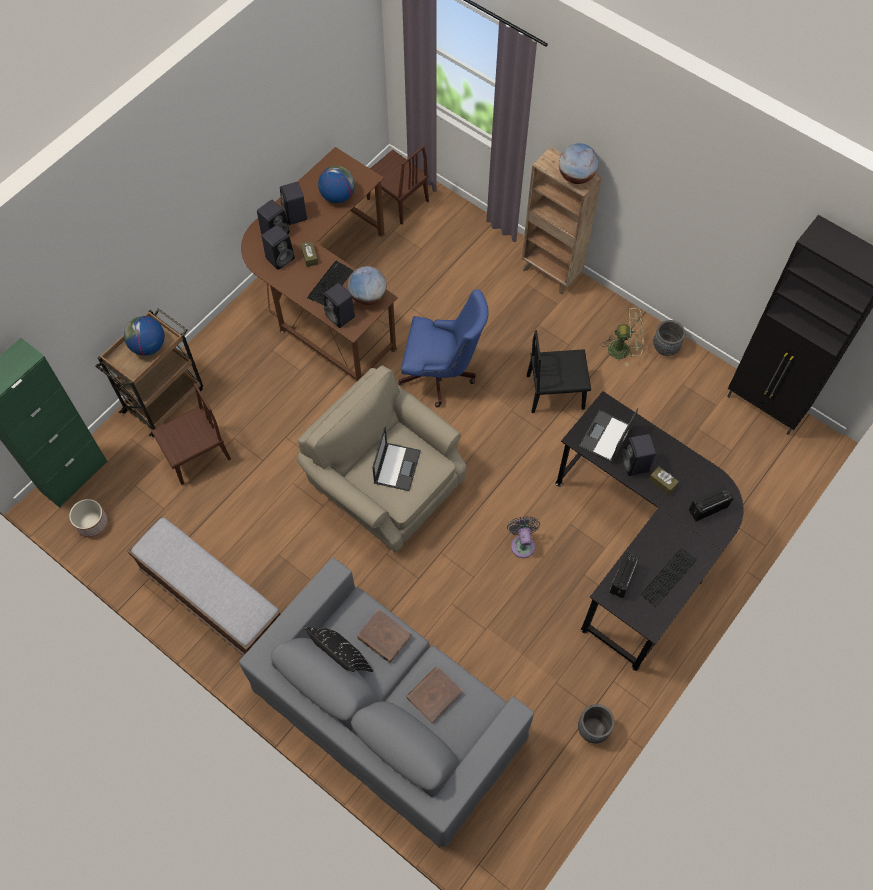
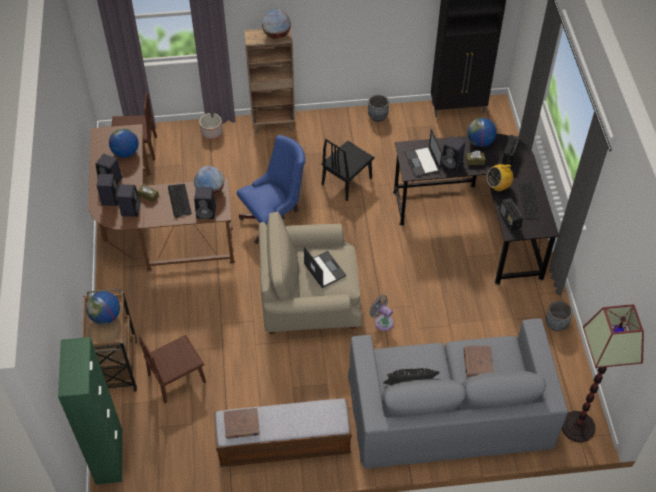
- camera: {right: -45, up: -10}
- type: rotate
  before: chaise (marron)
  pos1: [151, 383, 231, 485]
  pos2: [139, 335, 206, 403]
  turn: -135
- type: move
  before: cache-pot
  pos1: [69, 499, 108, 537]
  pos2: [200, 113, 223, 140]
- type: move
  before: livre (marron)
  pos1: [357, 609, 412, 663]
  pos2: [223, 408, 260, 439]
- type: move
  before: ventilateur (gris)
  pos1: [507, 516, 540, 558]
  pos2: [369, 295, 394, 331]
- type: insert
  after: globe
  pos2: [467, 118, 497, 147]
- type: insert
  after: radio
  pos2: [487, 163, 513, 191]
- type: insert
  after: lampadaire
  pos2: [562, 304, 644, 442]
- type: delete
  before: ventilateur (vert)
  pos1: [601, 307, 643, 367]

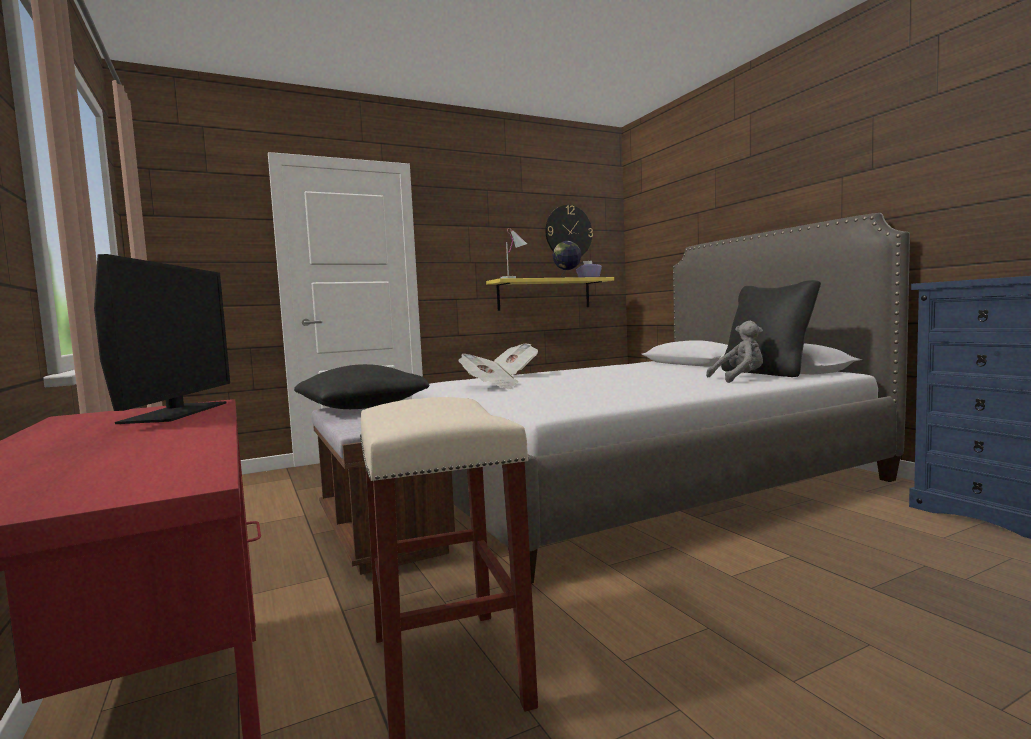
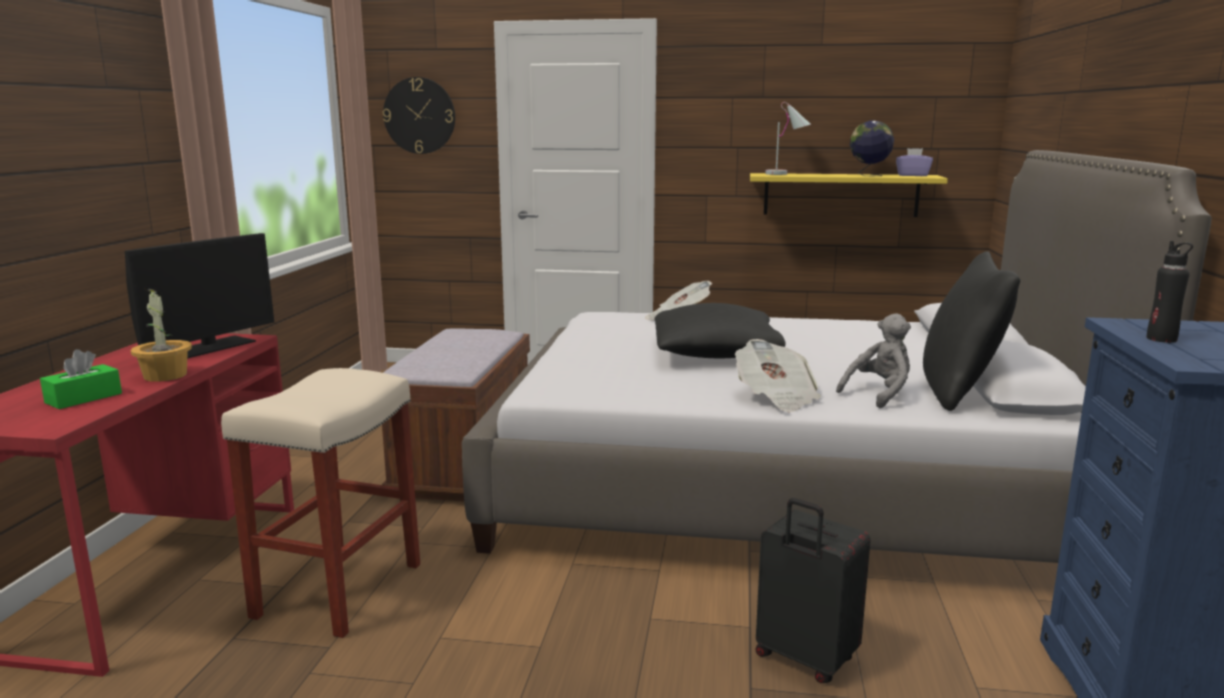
- camera: {right: 35, up: 10}
- type: insert
  after: boîte à mouchoirs (vert)
  pos2: [40, 349, 122, 409]
- type: insert
  after: plante en pot
  pos2: [131, 288, 192, 382]
- type: move
  before: horloge murale
  pos1: [546, 205, 593, 256]
  pos2: [383, 77, 455, 154]
- type: move
  before: coussin (noir)
  pos1: [294, 364, 429, 409]
  pos2: [655, 303, 786, 358]
- type: move
  before: journal
  pos1: [459, 354, 518, 389]
  pos2: [735, 339, 821, 412]
- type: insert
  after: valise (noir)
  pos2: [755, 498, 871, 683]
- type: rotate
  before: peluche (gris)
  pos1: [706, 321, 763, 383]
  pos2: [836, 313, 911, 408]
  turn: -60
- type: insert
  after: bouteille (noir)
  pos2: [1146, 241, 1193, 343]

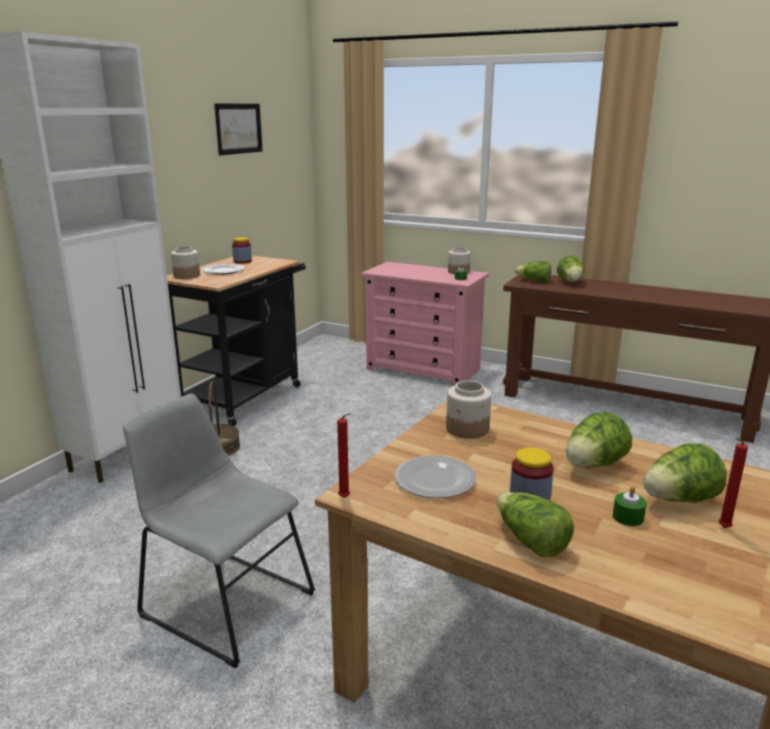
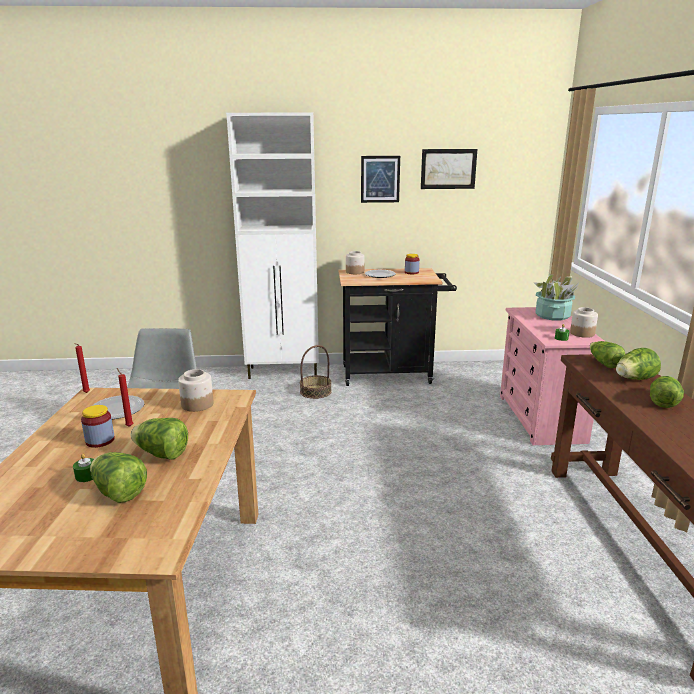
- camera: {right: 60, up: 0}
- type: move
  before: bougie (rouge)
  pos1: [718, 438, 748, 528]
  pos2: [117, 368, 133, 427]
- type: insert
  after: tableau
  pos2: [361, 156, 400, 203]
- type: insert
  after: plante en pot
  pos2: [534, 275, 579, 320]
- type: move
  before: laitue
  pos1: [497, 492, 574, 557]
  pos2: [650, 376, 684, 408]

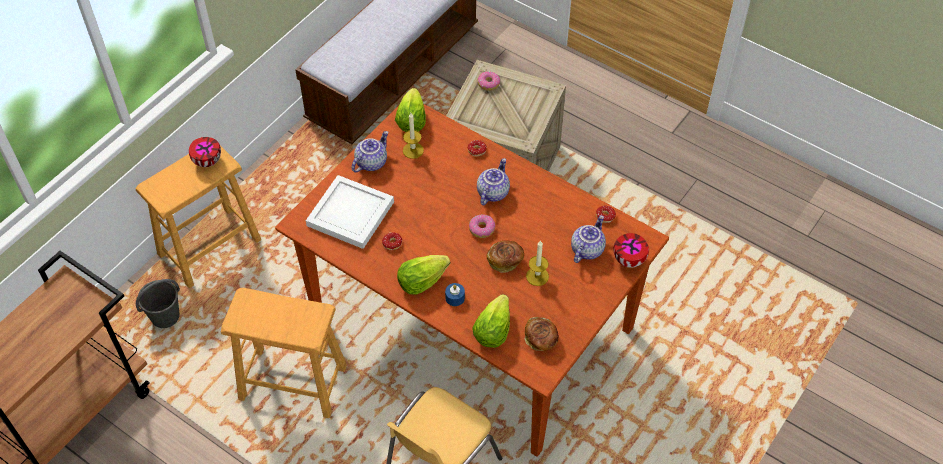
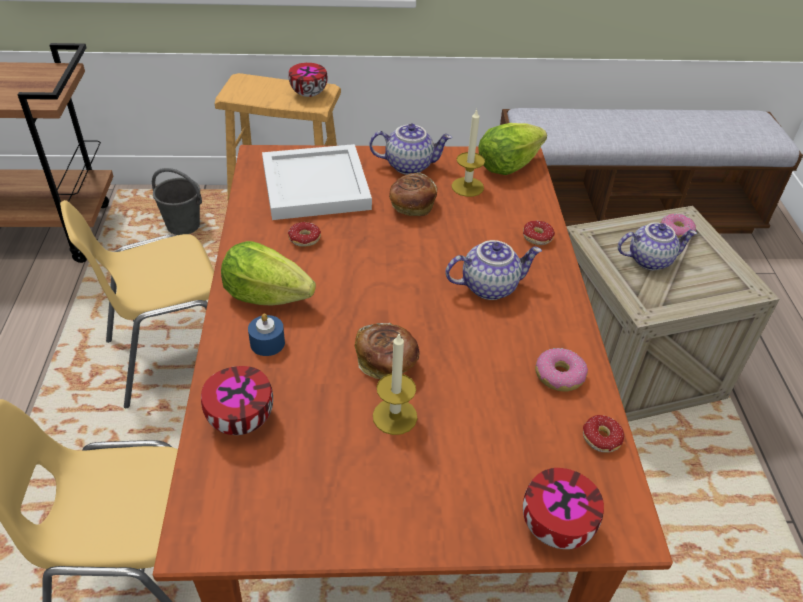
- camera: {right: 50, up: -10}
- type: replace
  before: tabouret (marron)
  after: chaise (jaune)
  pos1: [221, 288, 347, 418]
  pos2: [60, 200, 214, 408]
- type: replace
  before: laitue
  after: bol
  pos1: [472, 294, 510, 348]
  pos2: [201, 366, 273, 435]
- type: move
  before: pain
  pos1: [525, 317, 559, 351]
  pos2: [389, 173, 437, 216]
- type: move
  before: beignet
  pos1: [469, 215, 495, 238]
  pos2: [535, 348, 588, 392]
- type: move
  before: théière
  pos1: [571, 215, 606, 263]
  pos2: [618, 222, 697, 270]

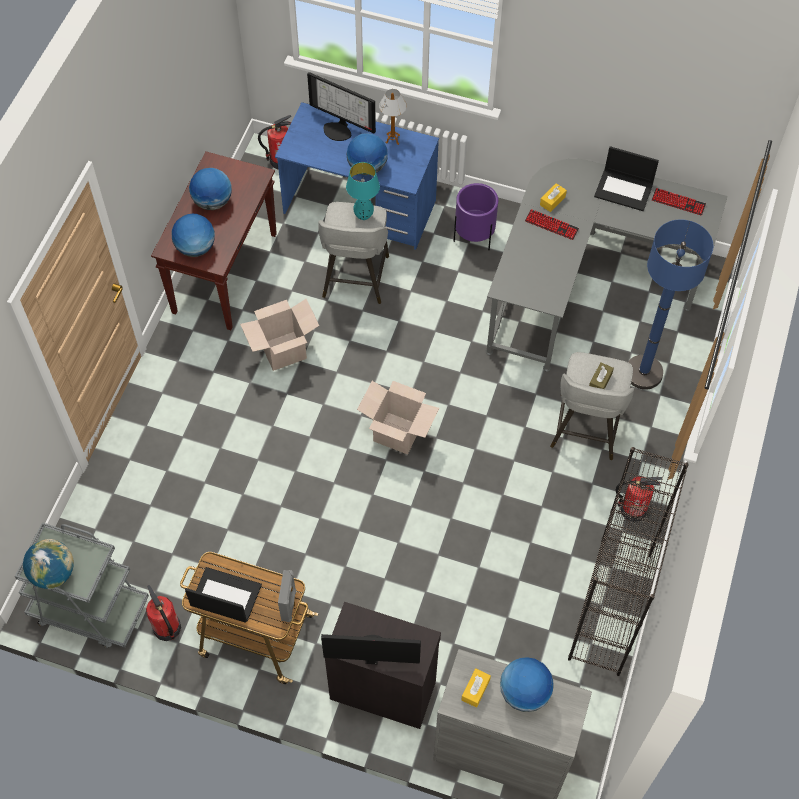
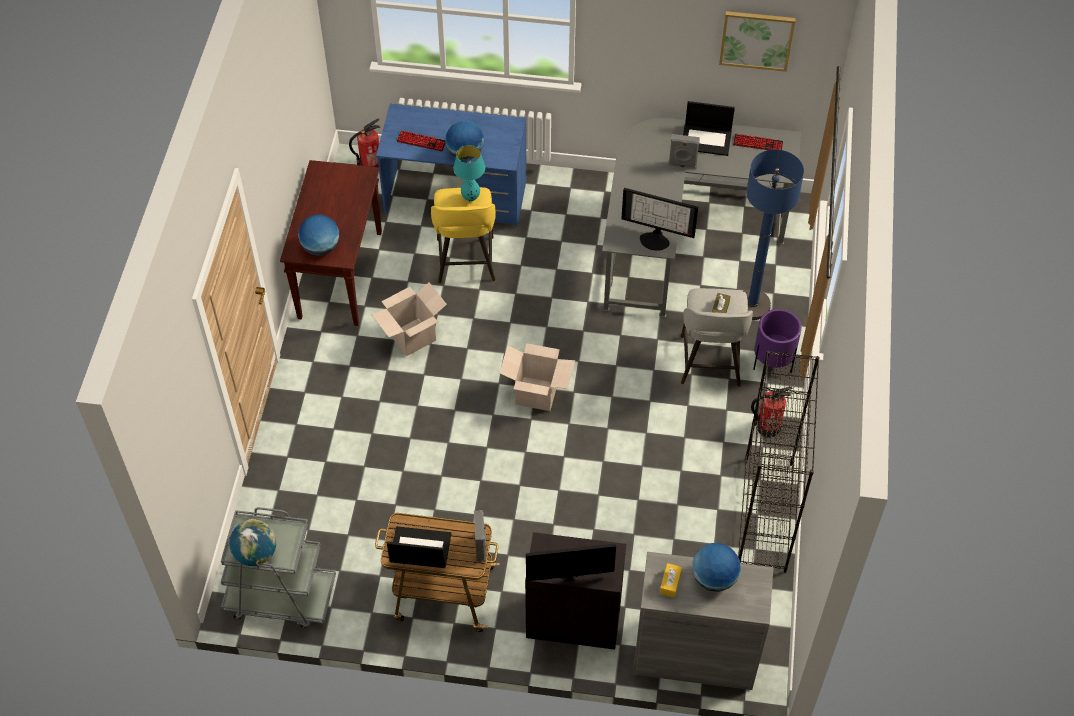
- camera: {right: -10, up: -5}
- type: move
  before: clavier
  pos1: [525, 209, 579, 240]
  pos2: [397, 130, 445, 152]
- type: recolor
  before: tabouret (gris)
  after: tabouret (jaune)
  pos1: [318, 202, 389, 304]
  pos2: [431, 187, 496, 283]
- type: move
  before: écran d'ordinateur
  pos1: [307, 72, 376, 141]
  pos2: [621, 188, 698, 251]
- type: insert
  after: enceinte (gris)
  pos2: [668, 134, 700, 169]
- type: insert
  after: tableau
  pos2: [719, 11, 796, 72]
- type: move
  before: cache-pot (violet)
  pos1: [454, 183, 498, 250]
  pos2: [753, 309, 802, 373]
- type: delete
  before: extincteur
  pos1: [146, 585, 181, 641]
- type: delete
  before: globe
  pos1: [189, 168, 232, 210]
- type: delete
  before: lampe de table
  pos1: [379, 89, 407, 145]
- type: delete
  before: boîte à mouchoirs (jaune)
  pos1: [540, 183, 567, 212]

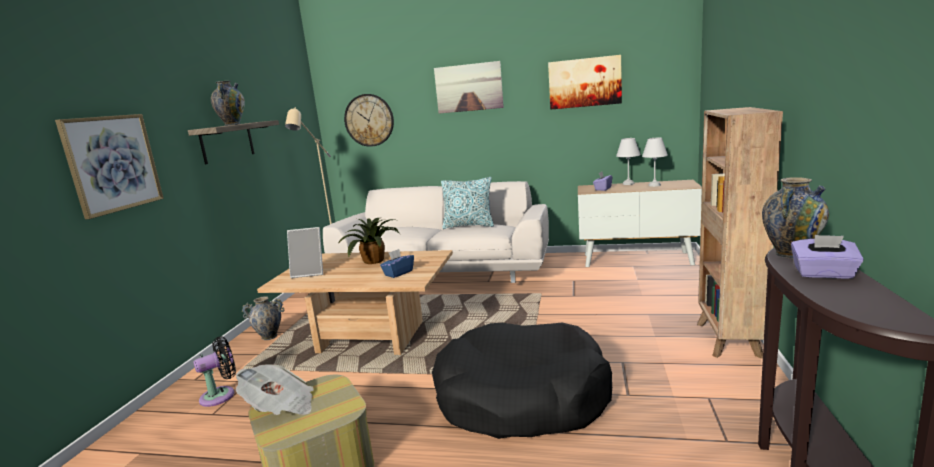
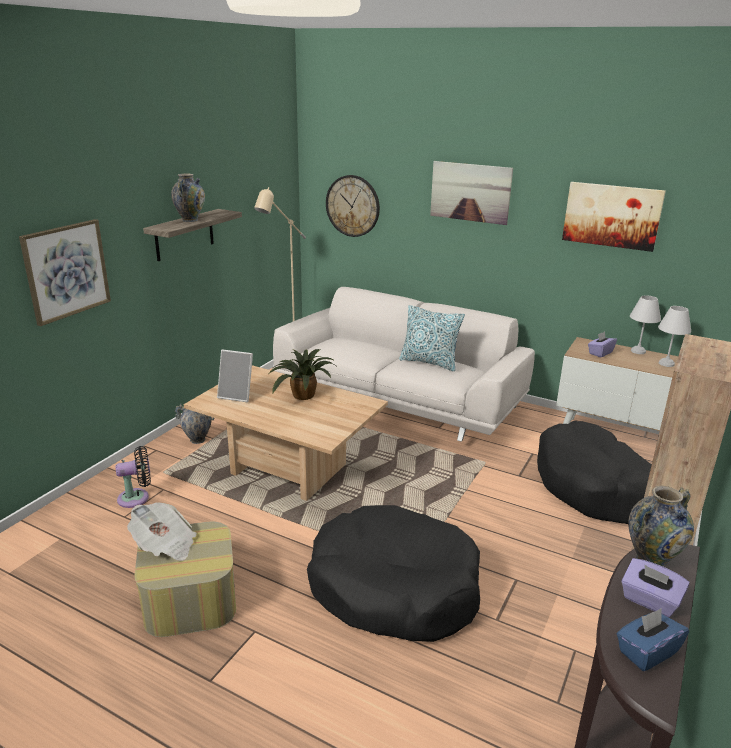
- camera: {right: 15, up: 10}
- type: insert
  after: panier pour chien (noir)
  pos2: [537, 421, 652, 524]
- type: move
  before: boîte à mouchoirs (bleu)
  pos1: [380, 249, 414, 278]
  pos2: [617, 608, 689, 671]

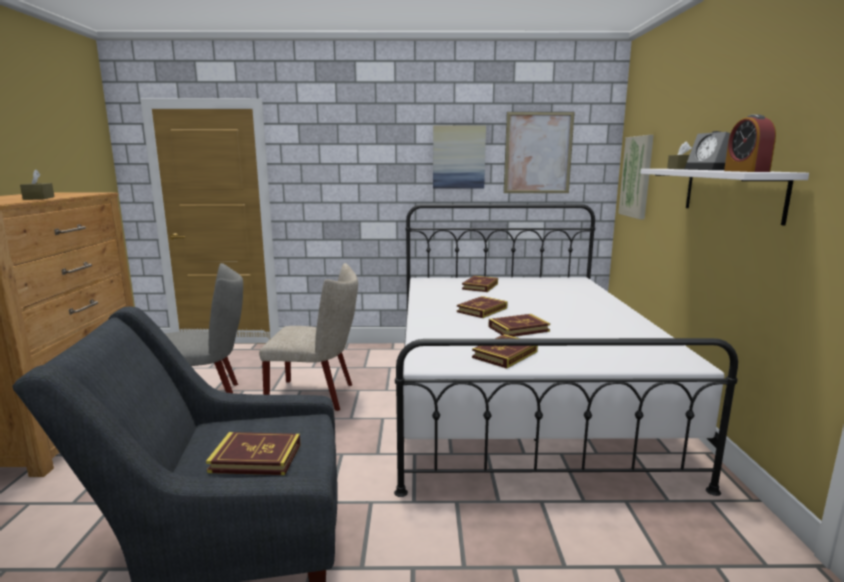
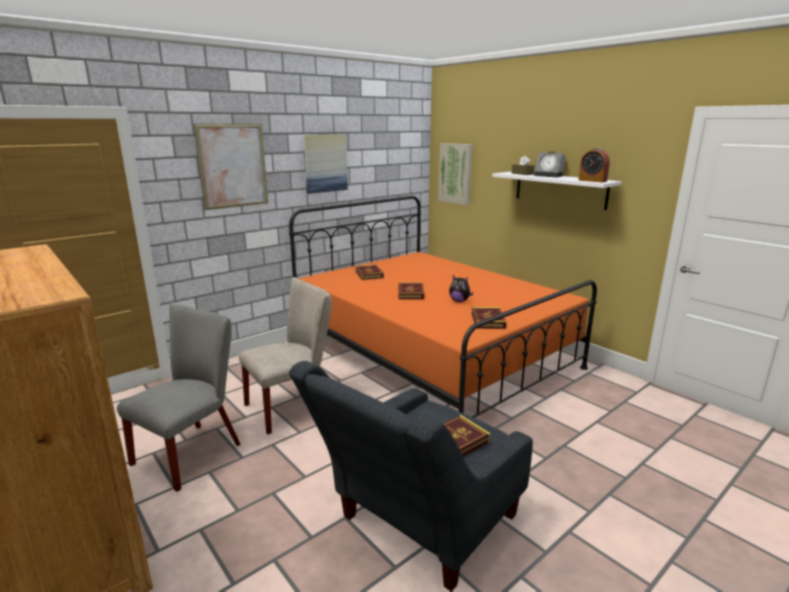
- camera: {right: -40, up: 5}
- type: move
  before: tableau
  pos1: [504, 112, 575, 193]
  pos2: [194, 124, 268, 210]
- type: recolor
  before: lit (blanc)
  after: lit (orange)
  pos1: [394, 204, 738, 497]
  pos2: [289, 196, 597, 418]
- type: replace
  before: livre
  after: peluche
  pos1: [488, 314, 550, 337]
  pos2: [449, 276, 473, 302]
- type: delete
  before: boîte à mouchoirs (marron)
  pos1: [20, 169, 54, 200]

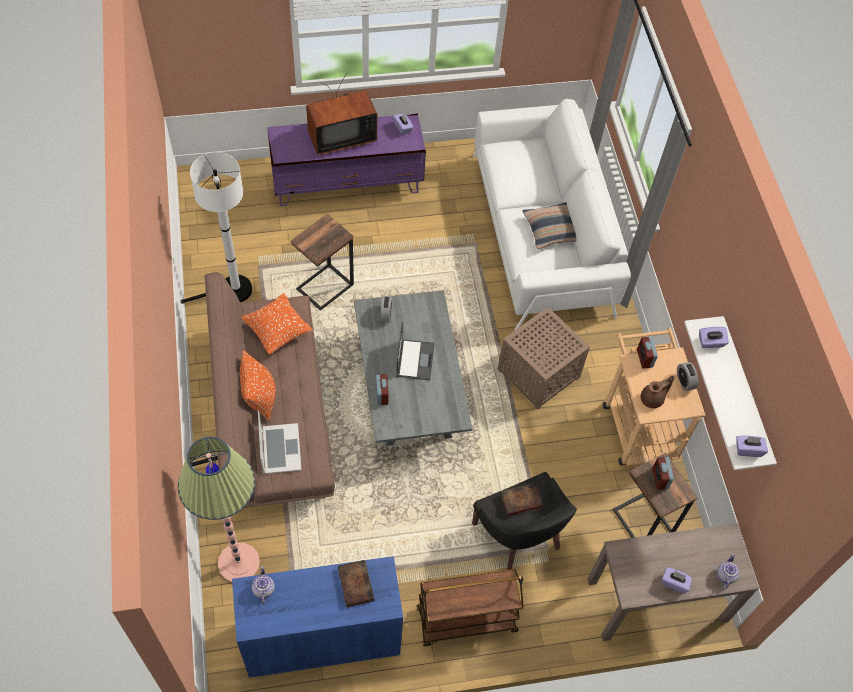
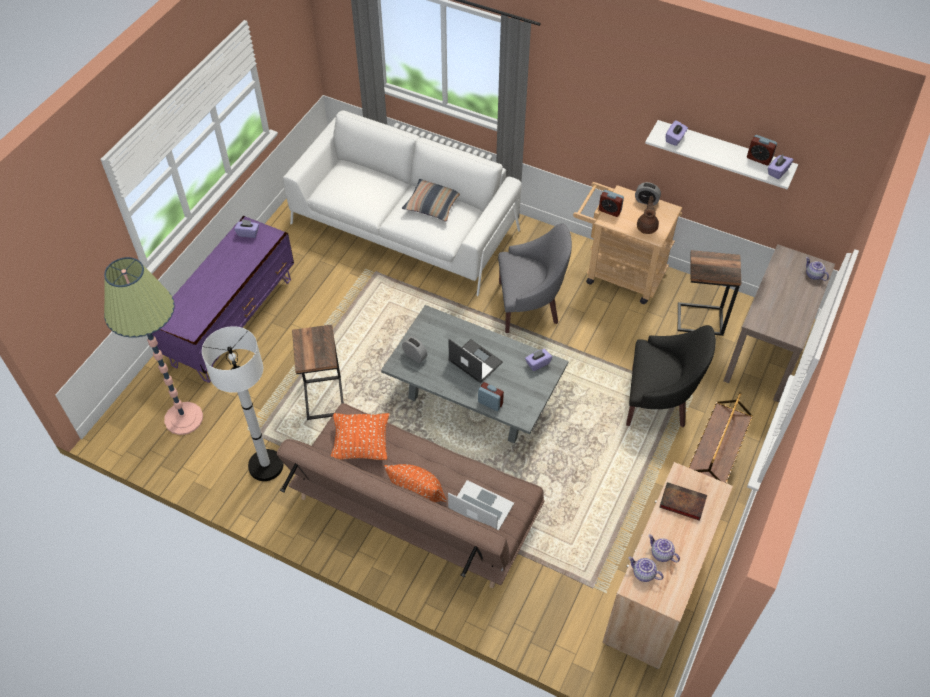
- camera: {right: -50, up: -5}
- type: move
  before: lampadaire
  pos1: [178, 437, 260, 582]
  pos2: [104, 257, 203, 435]
- type: replace
  before: table d'appoint (marron)
  after: fauteuil (gris)
  pos1: [498, 307, 590, 410]
  pos2: [498, 223, 572, 333]
- type: move
  before: boîte à mouchoirs (violet)
  pos1: [662, 567, 692, 593]
  pos2: [525, 349, 552, 371]
- type: recolor
  before: meuble de rangement (bleu)
  after: meuble de rangement (beige)
  pos1: [232, 556, 403, 678]
  pos2: [602, 462, 733, 669]
- type: insert
  after: théière
  pos2: [648, 534, 680, 562]
- type: move
  before: réveil
  pos1: [652, 457, 674, 490]
  pos2: [747, 135, 777, 165]
- type: delete
  before: téléviseur
  pos1: [306, 73, 377, 155]
- type: delete
  before: livre
  pos1: [500, 483, 544, 516]

